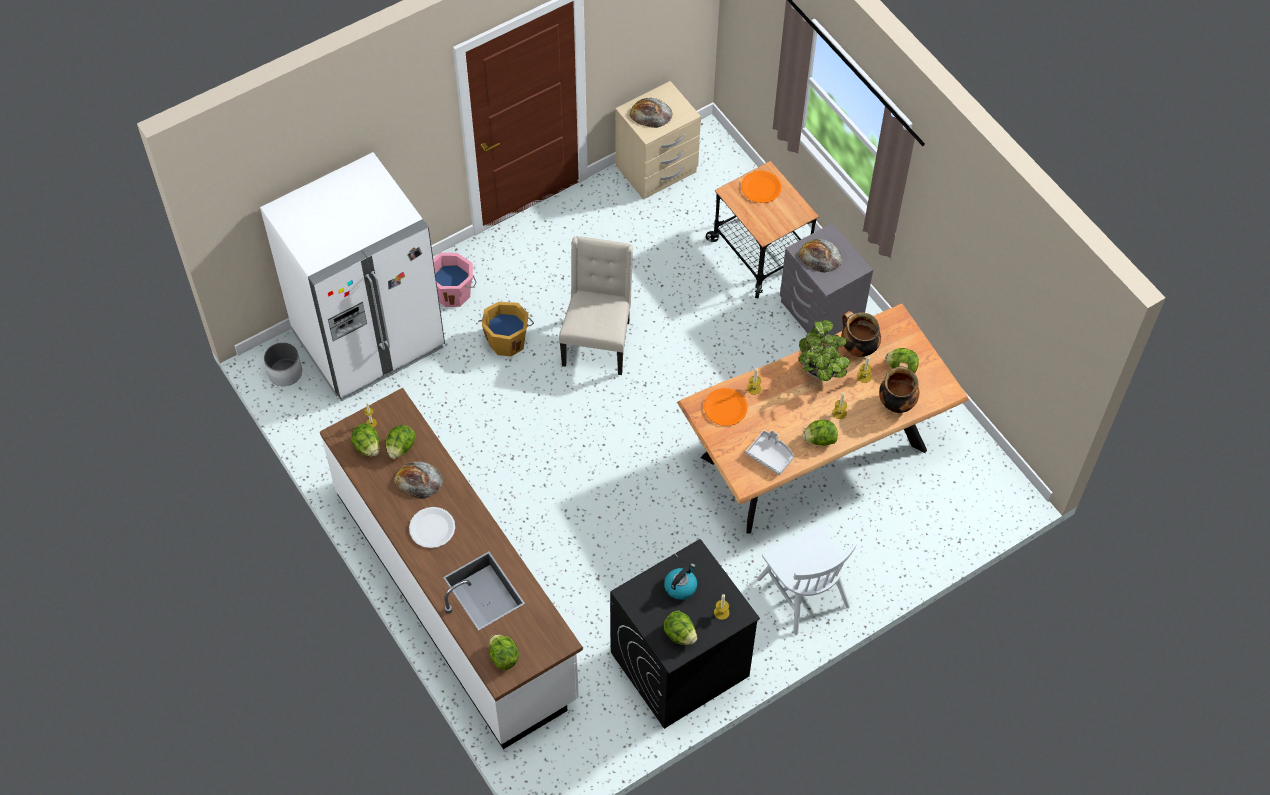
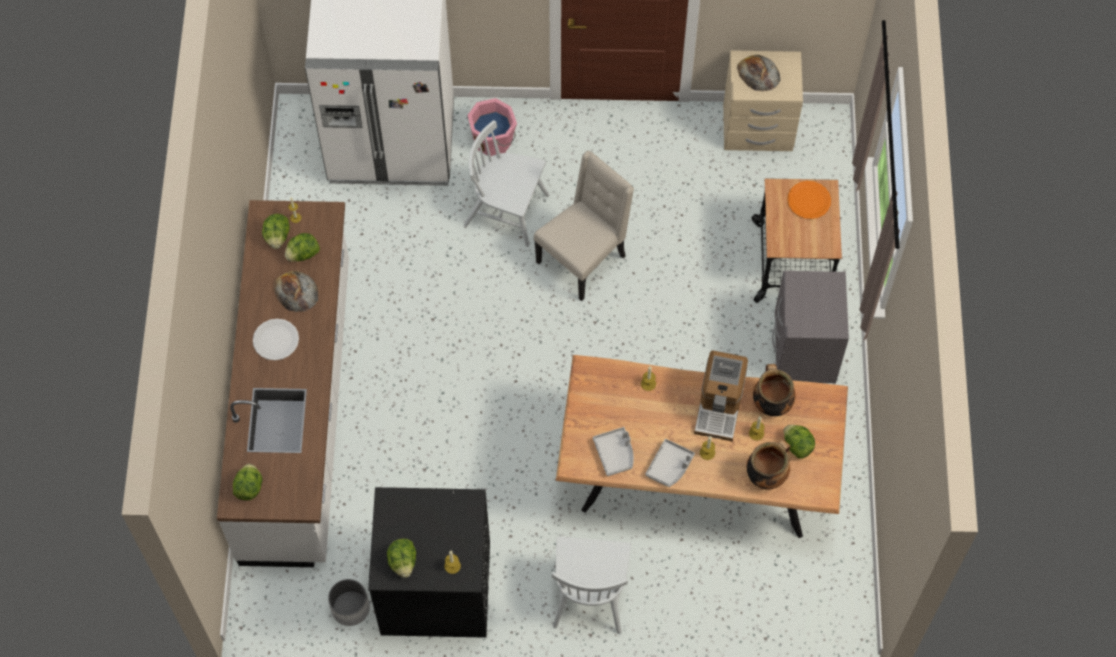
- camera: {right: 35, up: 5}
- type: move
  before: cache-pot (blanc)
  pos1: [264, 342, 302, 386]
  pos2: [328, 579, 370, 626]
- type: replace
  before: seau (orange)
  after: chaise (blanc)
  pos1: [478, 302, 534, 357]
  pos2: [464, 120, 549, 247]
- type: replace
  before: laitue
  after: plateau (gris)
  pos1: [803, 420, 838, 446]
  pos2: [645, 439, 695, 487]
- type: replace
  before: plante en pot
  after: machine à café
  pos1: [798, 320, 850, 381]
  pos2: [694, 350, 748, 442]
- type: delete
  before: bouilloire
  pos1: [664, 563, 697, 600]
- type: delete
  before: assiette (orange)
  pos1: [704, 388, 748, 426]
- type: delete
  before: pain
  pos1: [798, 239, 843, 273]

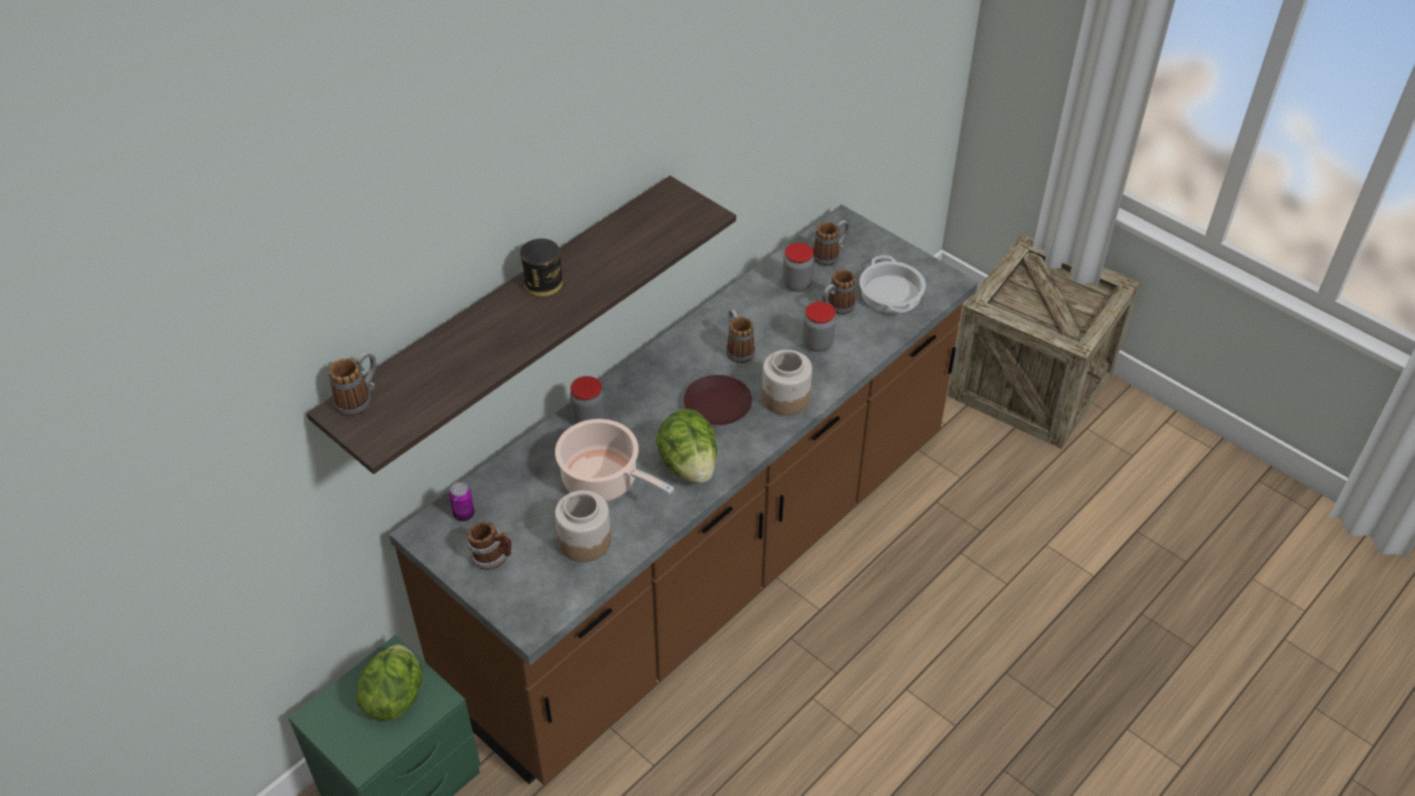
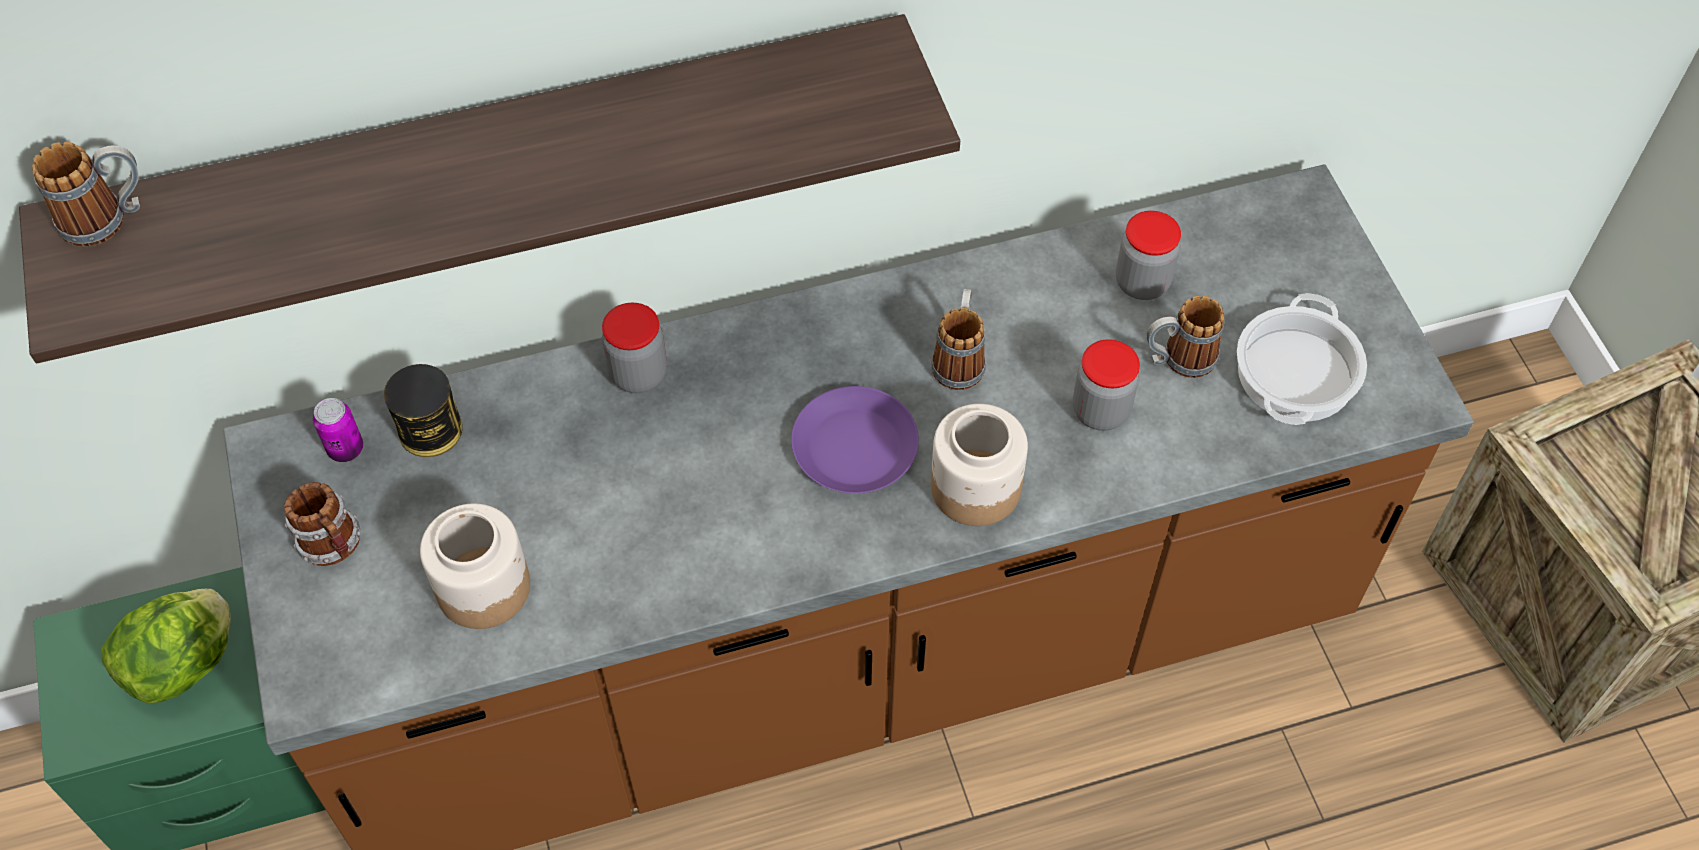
- camera: {right: 30, up: 10}
- type: move
  before: boîte métallique
  pos1: [520, 239, 563, 297]
  pos2: [384, 364, 463, 457]
- type: recolor
  before: assiette (marron)
  after: assiette (violet)
  pos1: [684, 375, 752, 425]
  pos2: [791, 386, 919, 494]
- type: delete
  before: marmite
  pos1: [555, 419, 674, 502]
- type: delete
  before: laitue
  pos1: [656, 408, 717, 483]
- type: delete
  before: mug
  pos1: [813, 220, 850, 266]

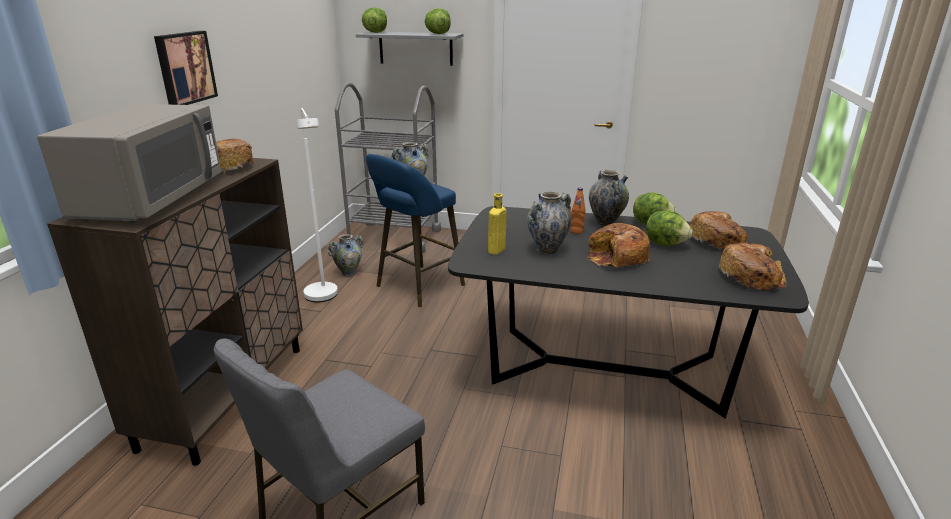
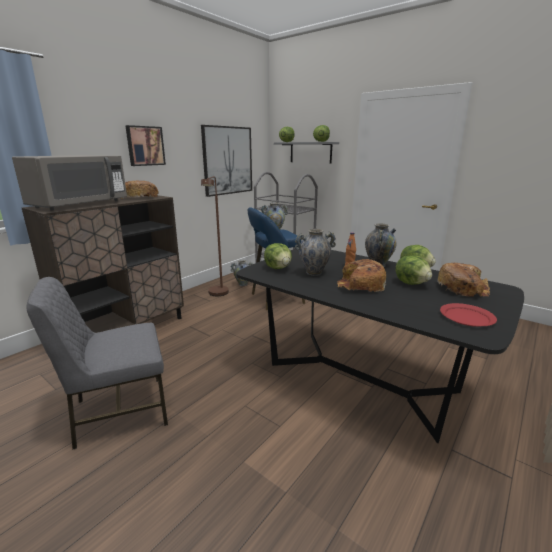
- camera: {right: 25, up: -5}
- type: insert
  after: tableau
  pos2: [201, 125, 252, 197]
- type: recolor
  before: lampadaire (blanc)
  after: lampadaire (marron)
  pos1: [296, 108, 338, 302]
  pos2: [201, 176, 229, 296]
- type: replace
  before: bouteille (jaune)
  after: laitue
  pos1: [488, 193, 507, 255]
  pos2: [264, 243, 292, 269]
- type: replace
  before: pain
  after: assiette (rouge)
  pos1: [719, 243, 787, 290]
  pos2: [440, 303, 497, 327]

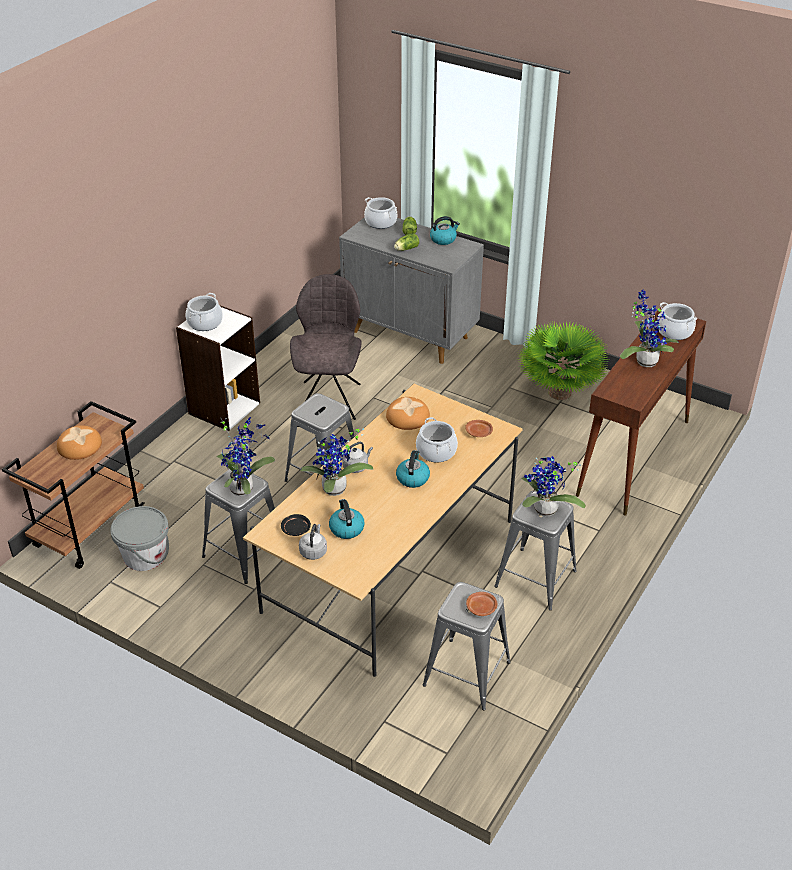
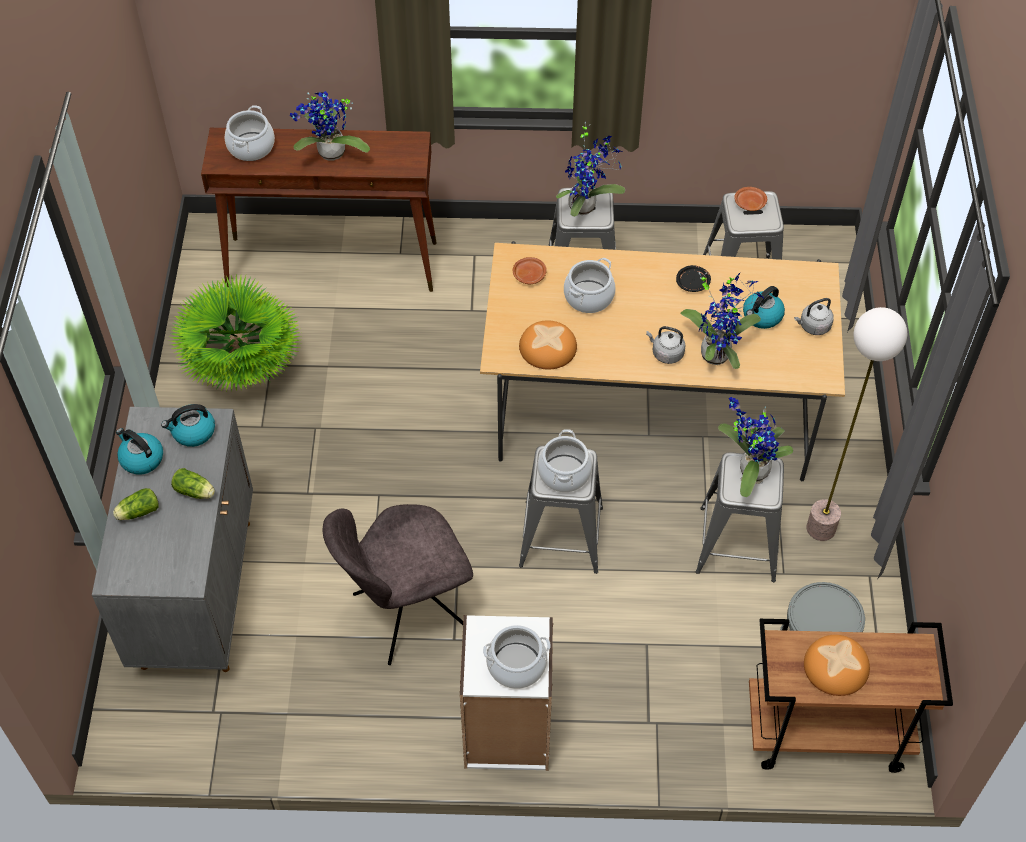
- camera: {right: -120, up: 15}
- type: move
  before: bouilloire
  pos1: [396, 450, 430, 488]
  pos2: [161, 404, 215, 447]
- type: move
  before: marmite
  pos1: [364, 197, 397, 229]
  pos2: [538, 429, 592, 492]
- type: move
  before: assiette (noir)
  pos1: [281, 514, 311, 536]
  pos2: [676, 265, 711, 292]
- type: insert
  after: lampadaire
  pos2: [806, 307, 907, 541]

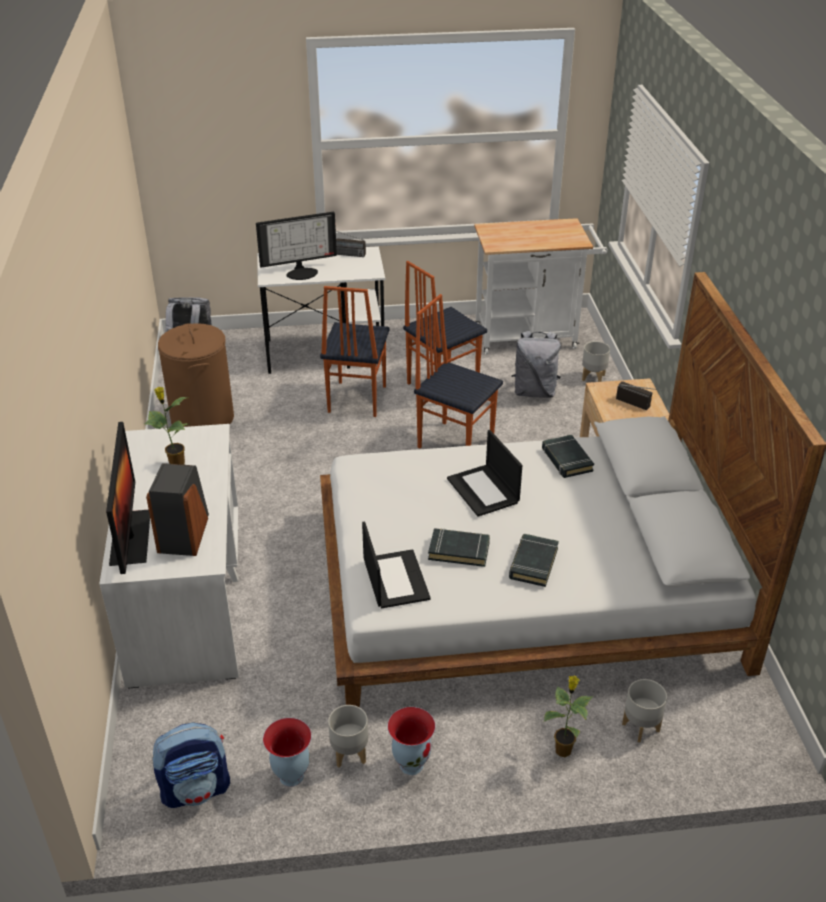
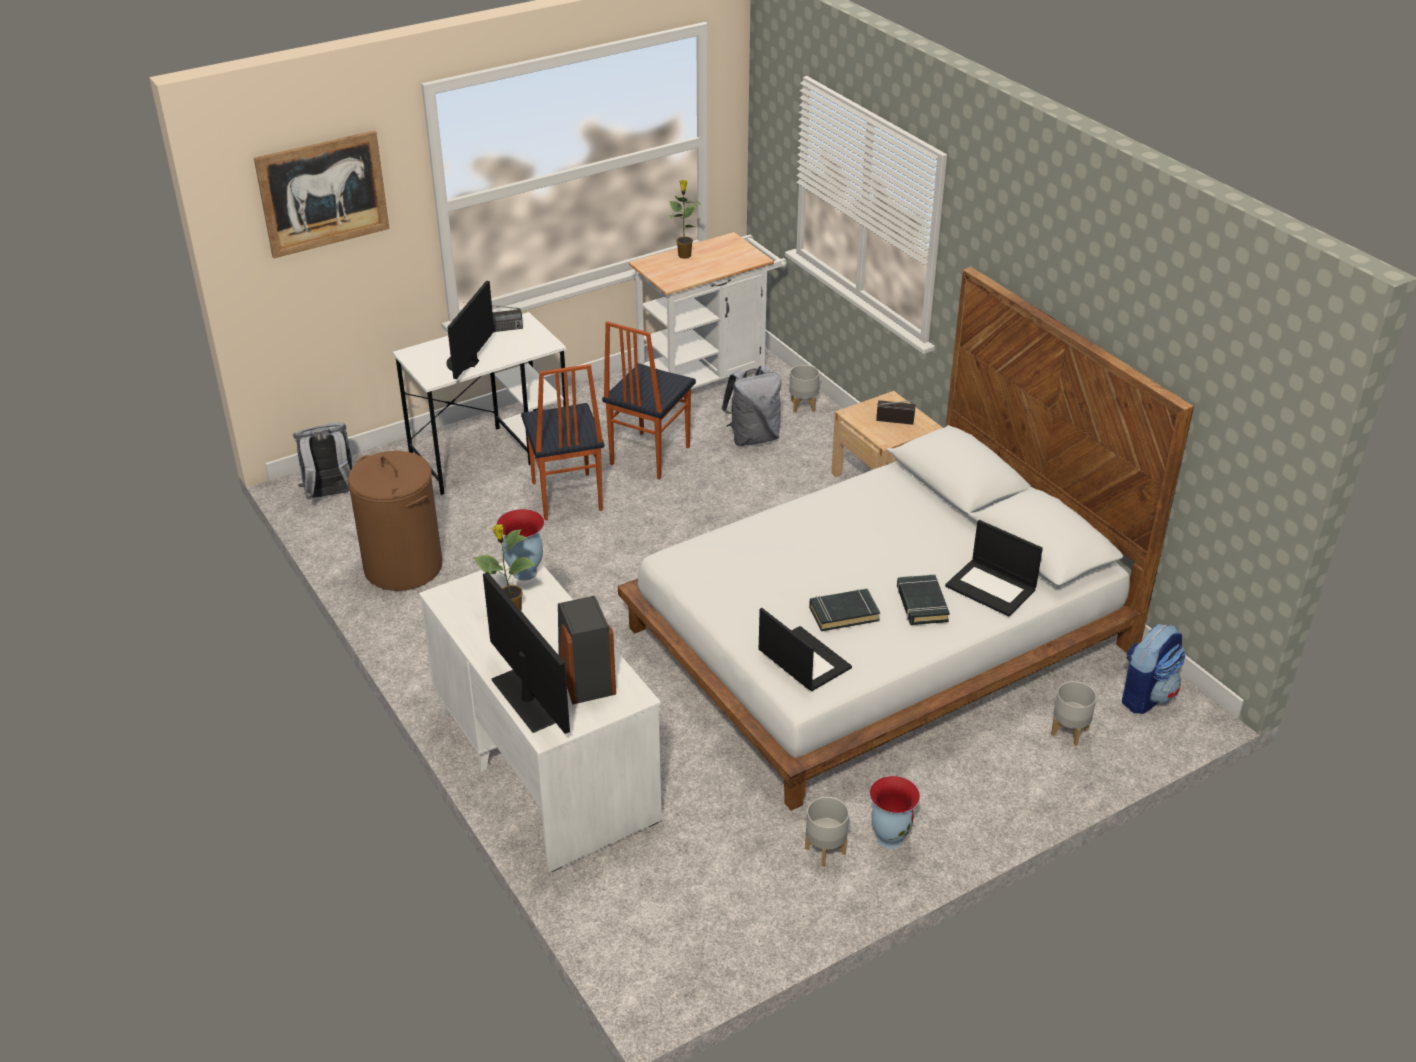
- camera: {right: -25, up: 0}
- type: insert
  after: tableau
  pos2: [254, 130, 390, 258]
- type: rotate
  before: écran d'ordinateur
  pos1: [256, 211, 337, 280]
  pos2: [447, 281, 494, 379]
  turn: 150
- type: move
  before: vase
  pos1: [263, 718, 312, 787]
  pos2: [496, 509, 545, 581]
- type: move
  before: plante en pot
  pos1: [544, 676, 594, 757]
  pos2: [669, 179, 701, 259]
- type: move
  before: ordinateur portable
  pos1: [447, 430, 522, 517]
  pos2: [945, 520, 1043, 616]
- type: move
  before: sac à dos
  pos1: [152, 723, 230, 808]
  pos2: [1122, 624, 1185, 714]
- type: delete
  before: chaise
  pos1: [414, 294, 503, 448]
- type: delete
  before: livre (noir)
  pos1: [542, 435, 594, 478]

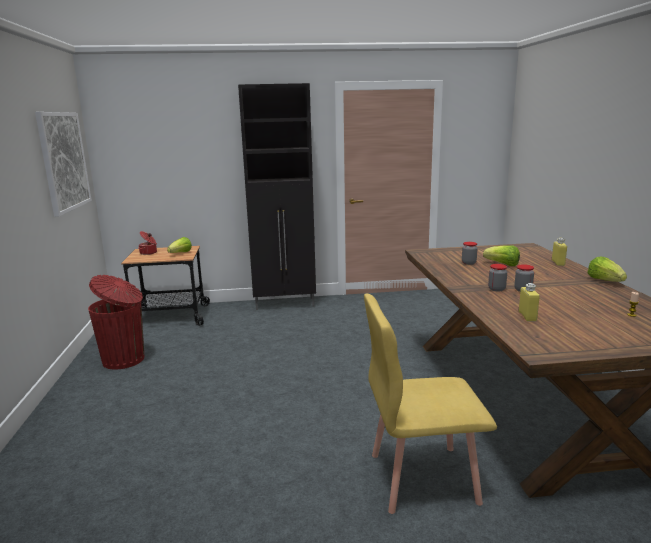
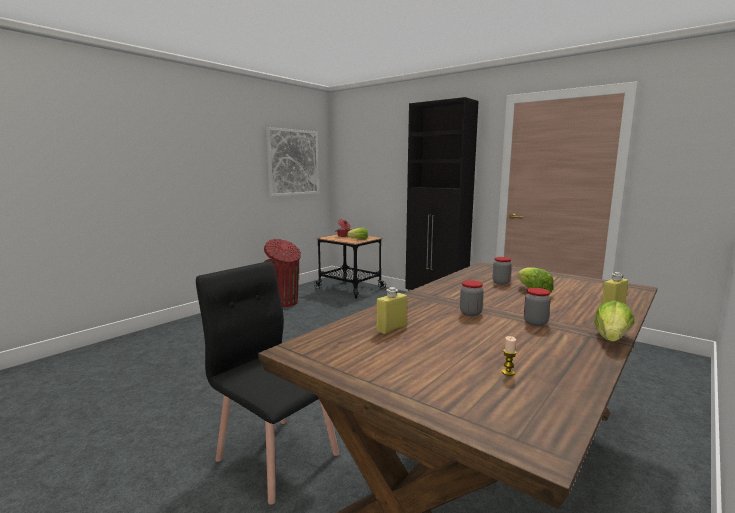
- camera: {right: 45, up: -5}
- type: recolor
  before: chaise (jaune)
  after: chaise (noir)
  pos1: [364, 294, 497, 514]
  pos2: [196, 261, 340, 505]
- type: move
  before: bocal
  pos1: [488, 264, 507, 291]
  pos2: [524, 288, 551, 326]

